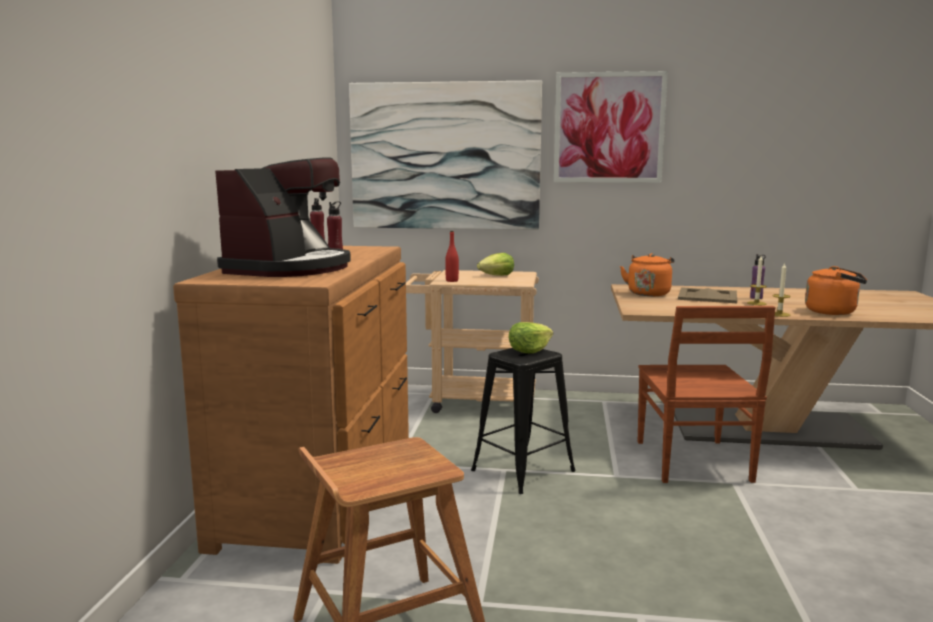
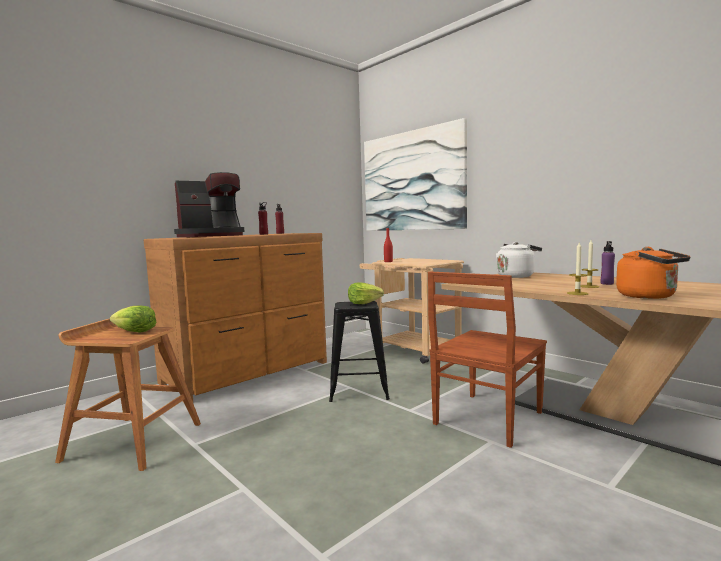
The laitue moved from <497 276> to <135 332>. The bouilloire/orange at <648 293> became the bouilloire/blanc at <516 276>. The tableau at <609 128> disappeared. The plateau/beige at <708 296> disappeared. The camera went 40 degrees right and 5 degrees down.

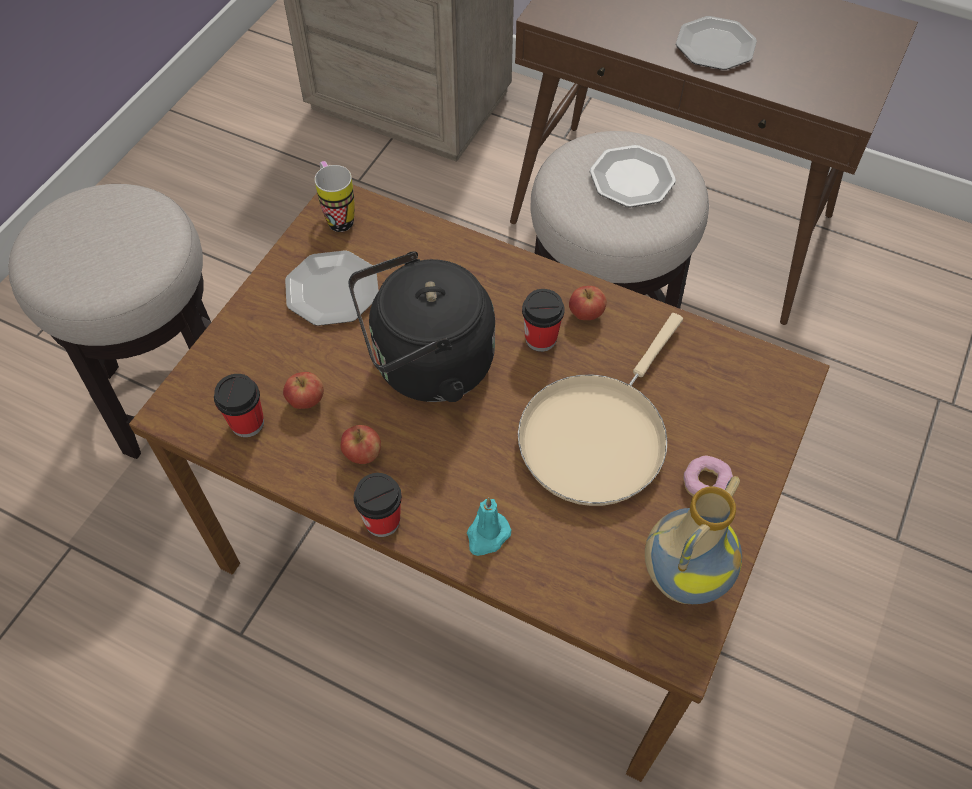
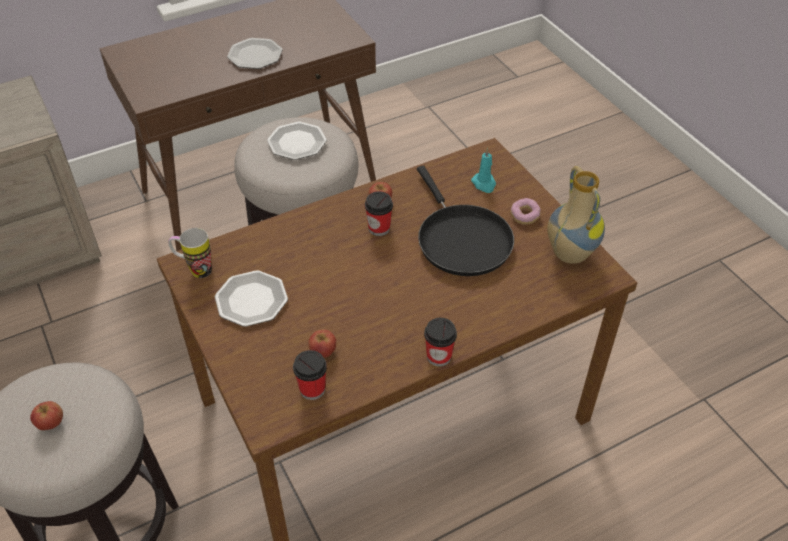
The pomme moved from <363 454> to <51 423>. The poêle/beige at <597 435> became the poêle/noir at <461 240>. The bougie/turquoise moved from <487 535> to <484 184>. The bouilloire/noir at <426 365> disappeared. The camera went 55 degrees left and 10 degrees down.

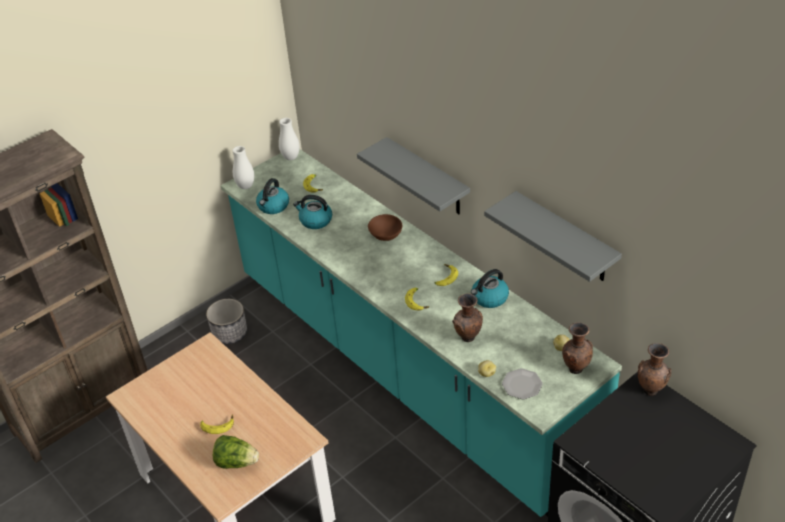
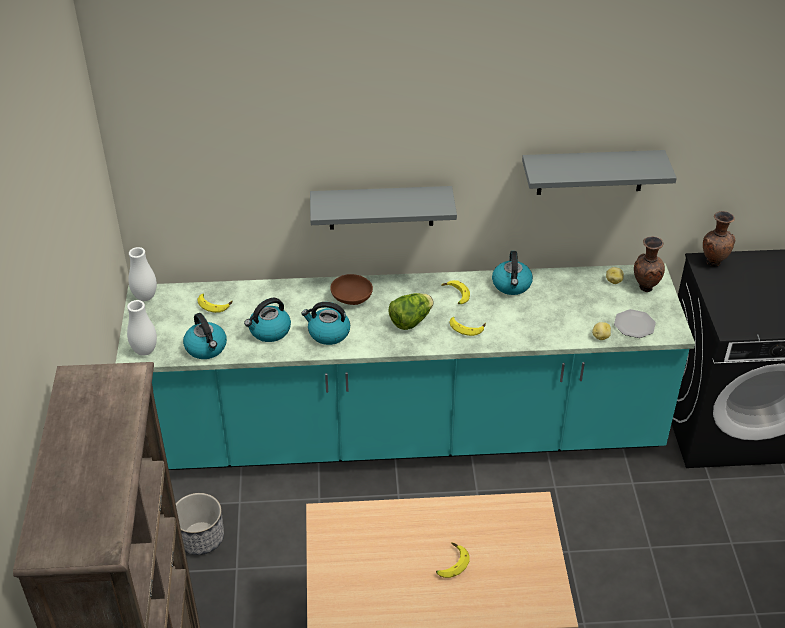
The bouilloire at <328 333> appeared. The laitue moved from <237 462> to <410 321>. The vase/marron at <468 338> disappeared. The camera went 55 degrees left and 0 degrees up.

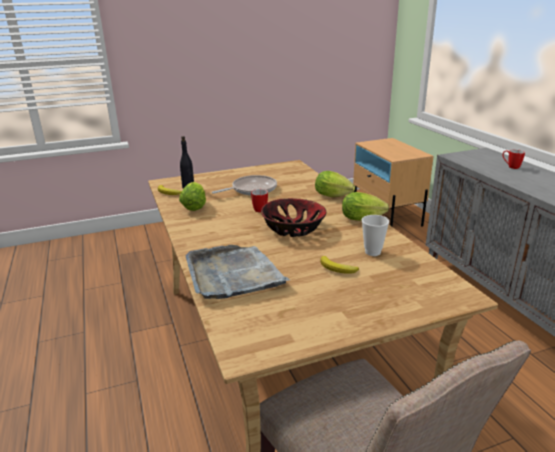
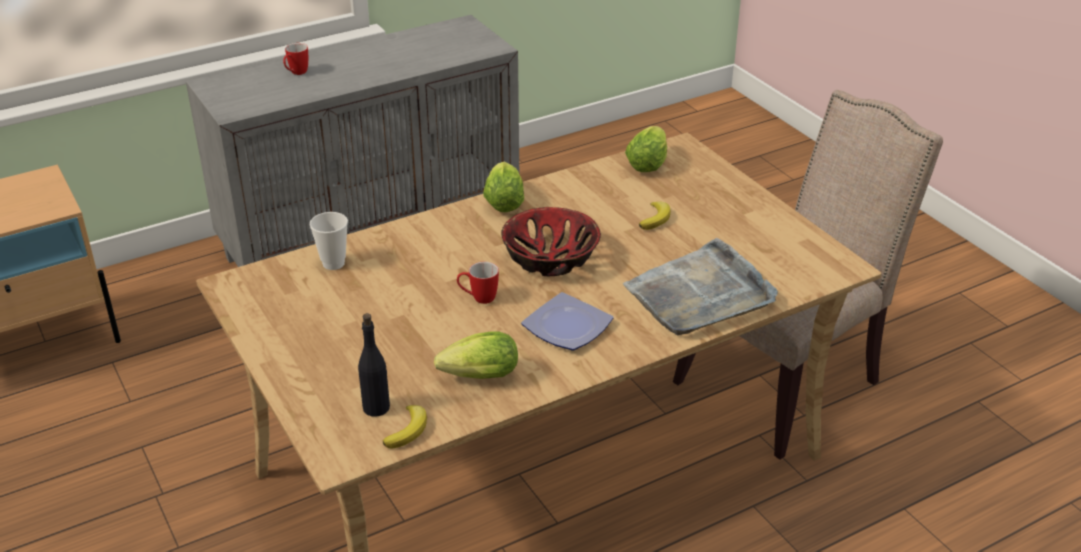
The tasse moved from <372 252> to <333 263>. The assiette at <567 328> appeared. The laitue moved from <335 196> to <648 163>. The poêle at <251 189> disappeared. The camera went 100 degrees left and 10 degrees up.

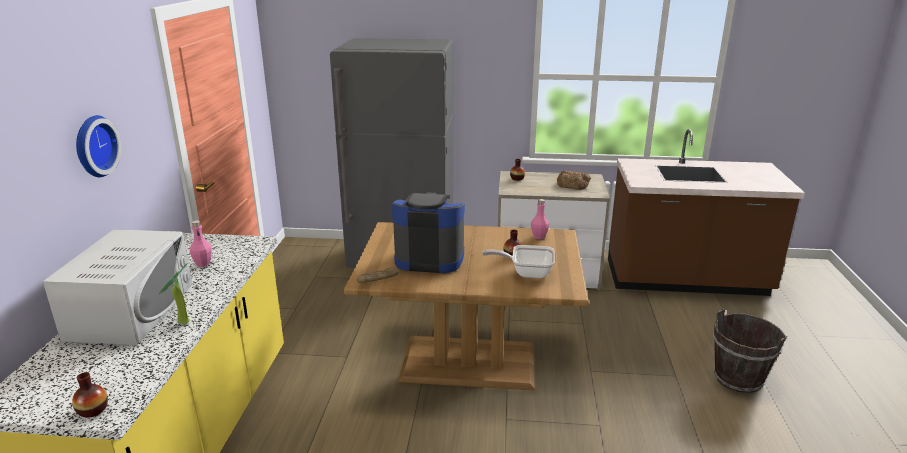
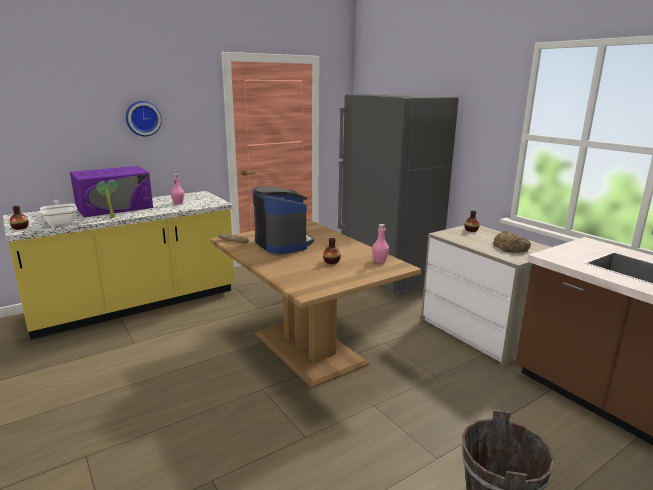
The poêle moved from <526 272> to <61 222>. The micro-ondes/blanc at <131 310> became the micro-ondes/violet at <115 207>. The camera went 50 degrees right and 5 degrees down.

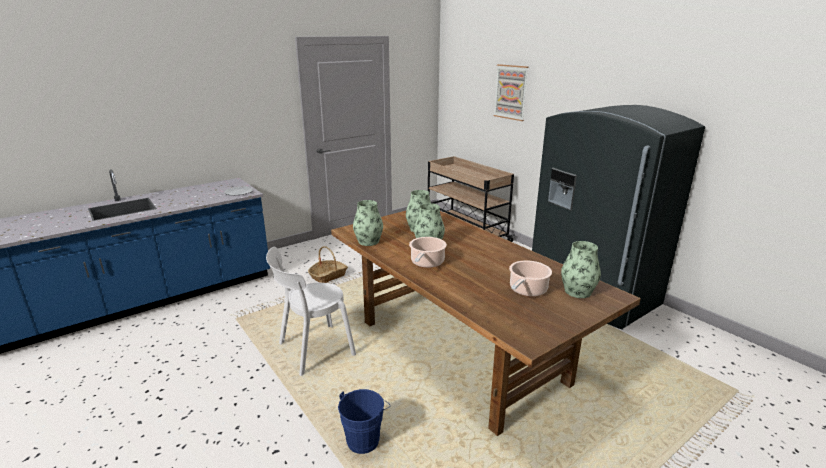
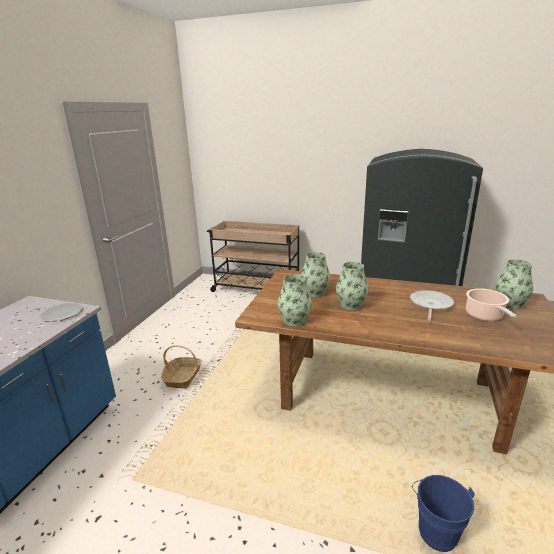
The poêle at <430 305> appeared. The chaise/blanc at <313 350> disappeared. The marmite at <426 263> disappeared. The tableau at <511 92> disappeared. The camera went 35 degrees left and 0 degrees up.

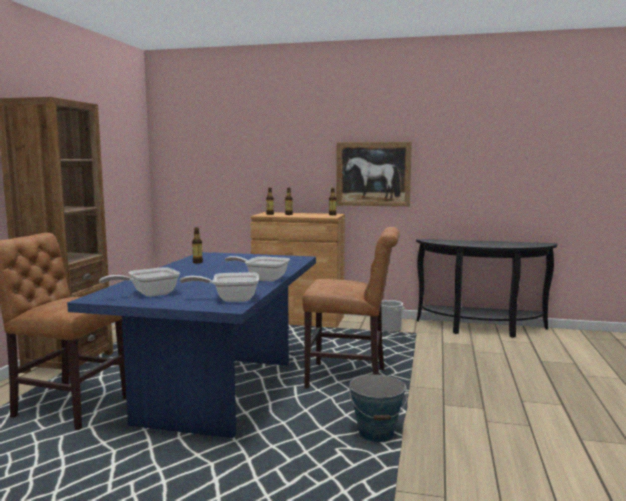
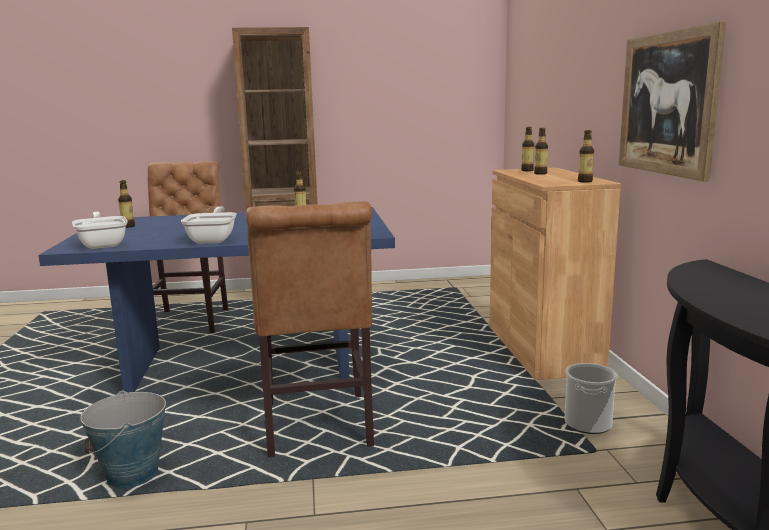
The poêle at <149 294> was replaced by the bouteille at <128 226>. The camera went 70 degrees right and 5 degrees up.

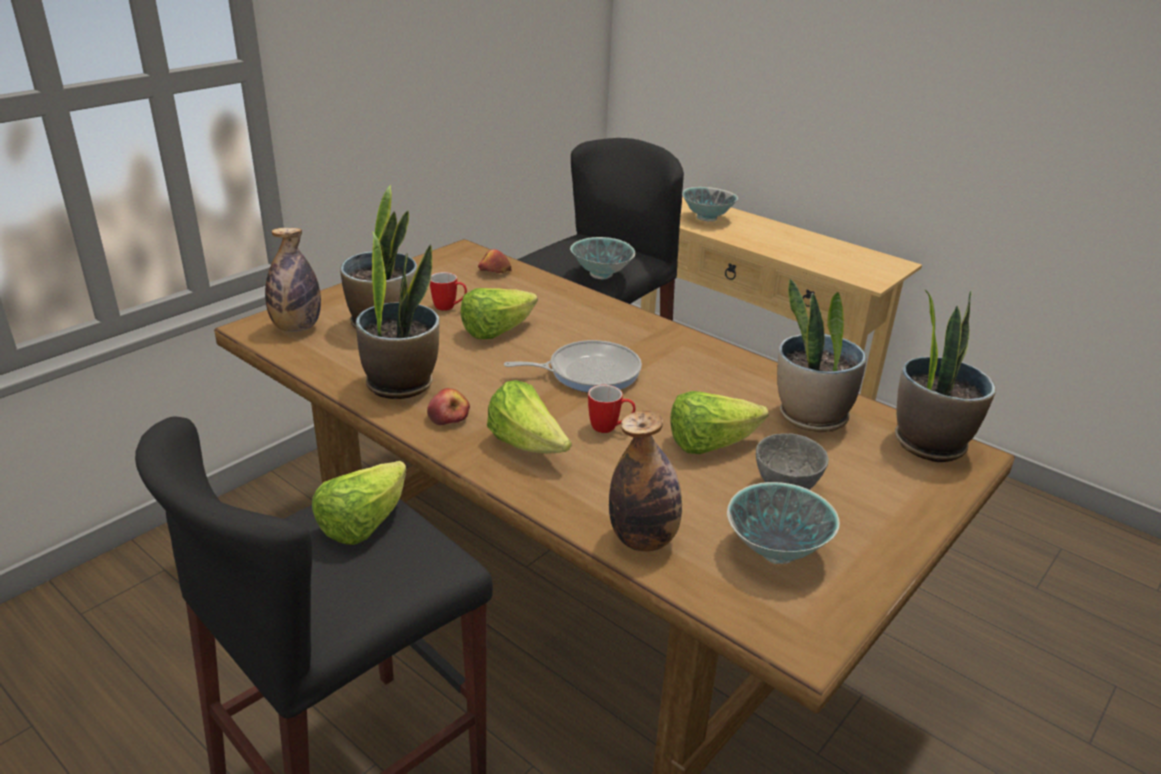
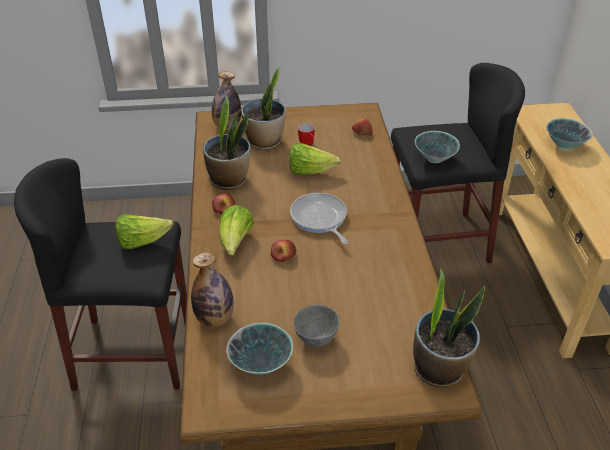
The mug at <610 428> was replaced by the pomme at <283 255>. The poêle at <588 372> turned 150 degrees counterclockwise. The laitue at <710 444> disappeared. The plante en pot at <810 417> disappeared. The camera went 45 degrees right and 10 degrees up.

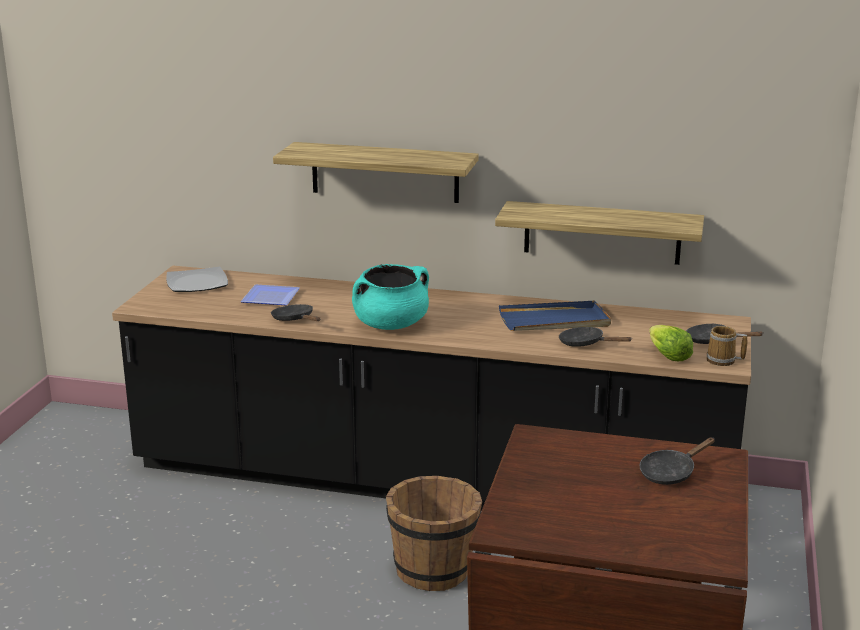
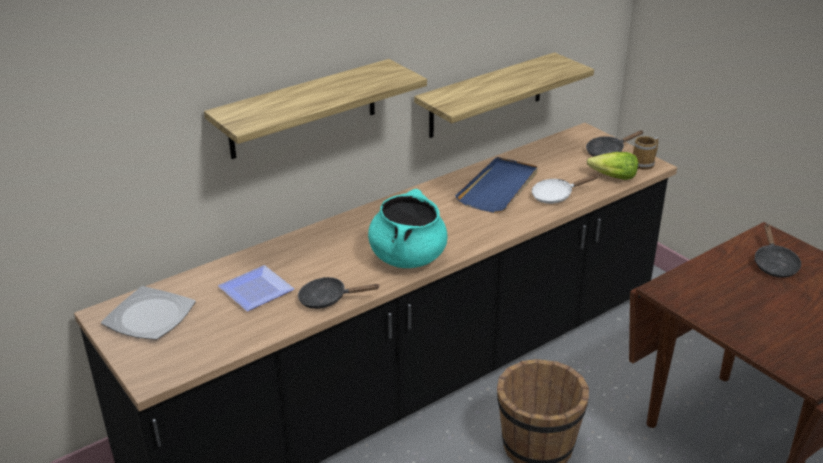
The poêle/noir at <585 344> became the poêle/blanc at <556 196>. The camera went 50 degrees left and 10 degrees up.

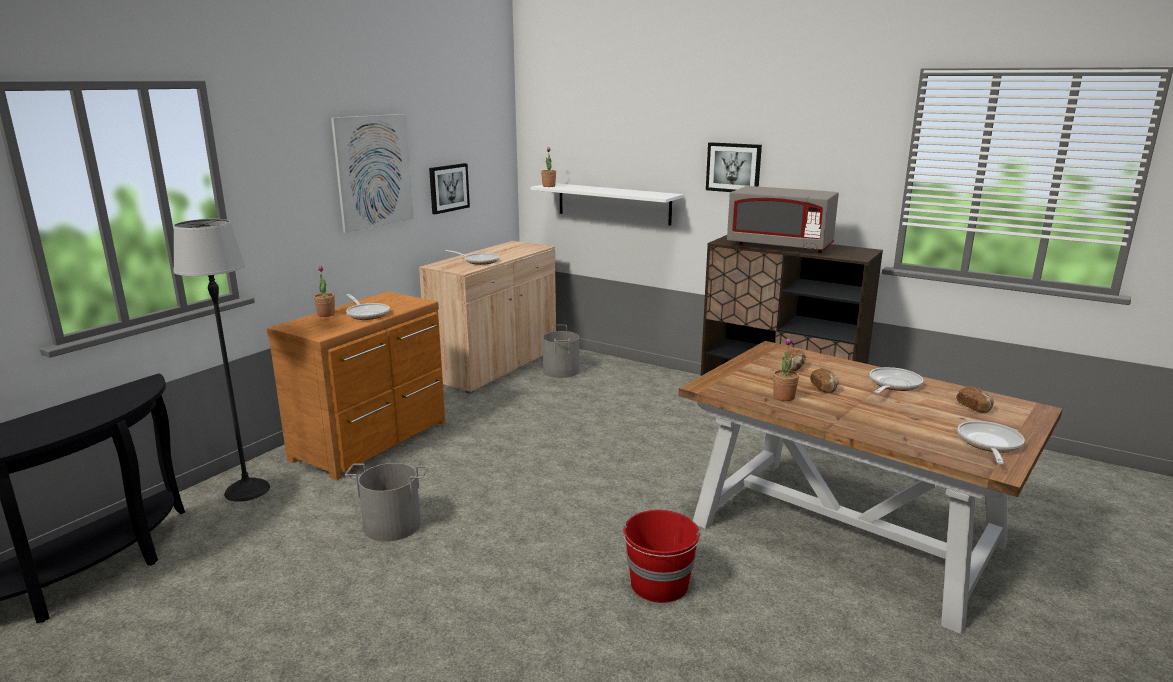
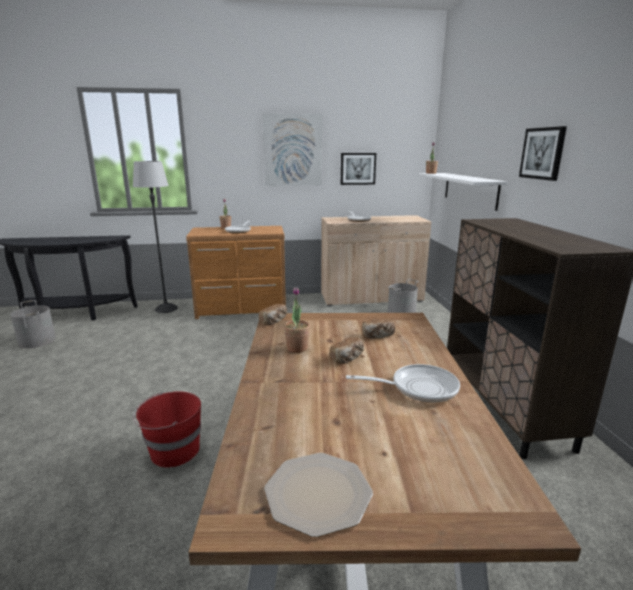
The seau/gris moved from <392 525> to <37 340>. The pain moved from <974 407> to <274 321>. The poêle at <989 444> was replaced by the assiette at <317 493>. The micro-ondes/gris at <780 246> disappeared. The camera went 50 degrees right and 0 degrees up.

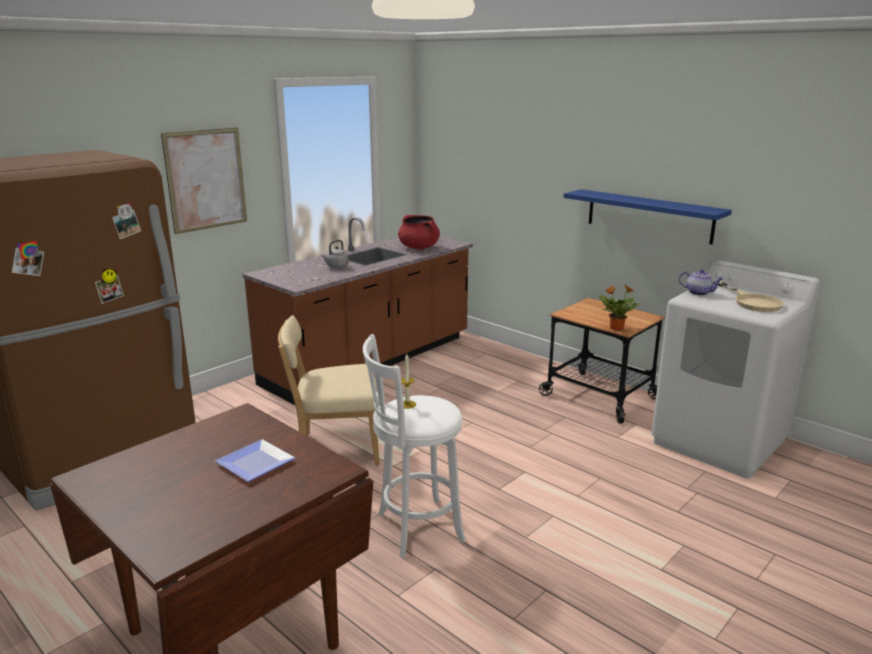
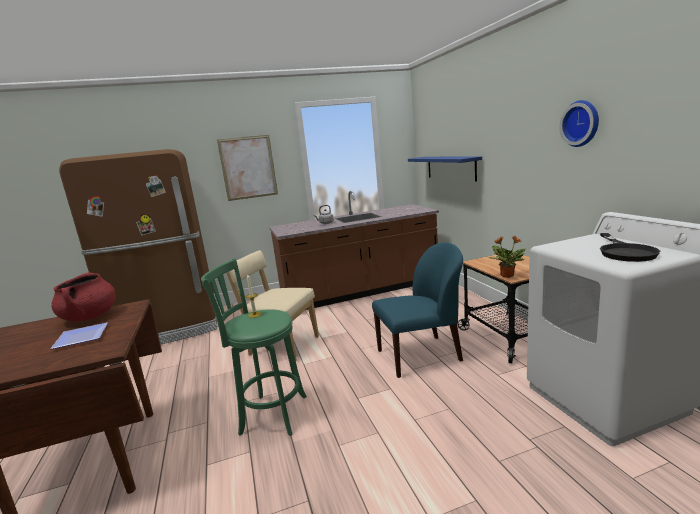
The marmite/rouge moved from <419 248> to <89 317>. The tabouret/blanc at <415 528> became the tabouret/vert at <270 414>. The chaise/bleu at <420 355> appeared. The étagère/bleu moved from <649 216> to <450 167>. The horloge murale at <582 123> appeared. The poêle/beige at <752 302> became the poêle/noir at <624 252>. The théière at <699 293> disappeared. The camera went 30 degrees right and 5 degrees down.

